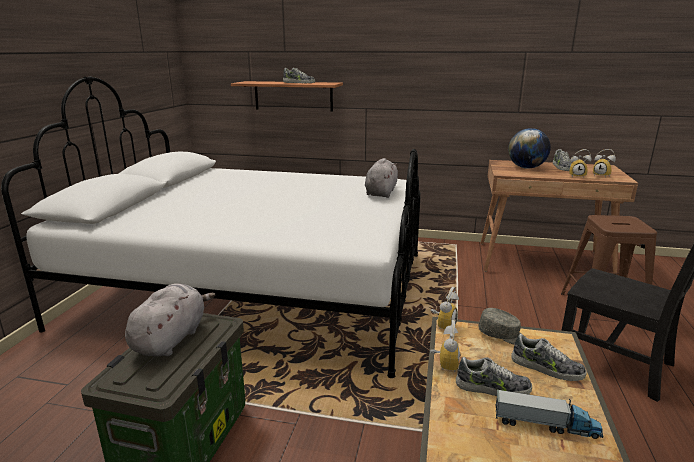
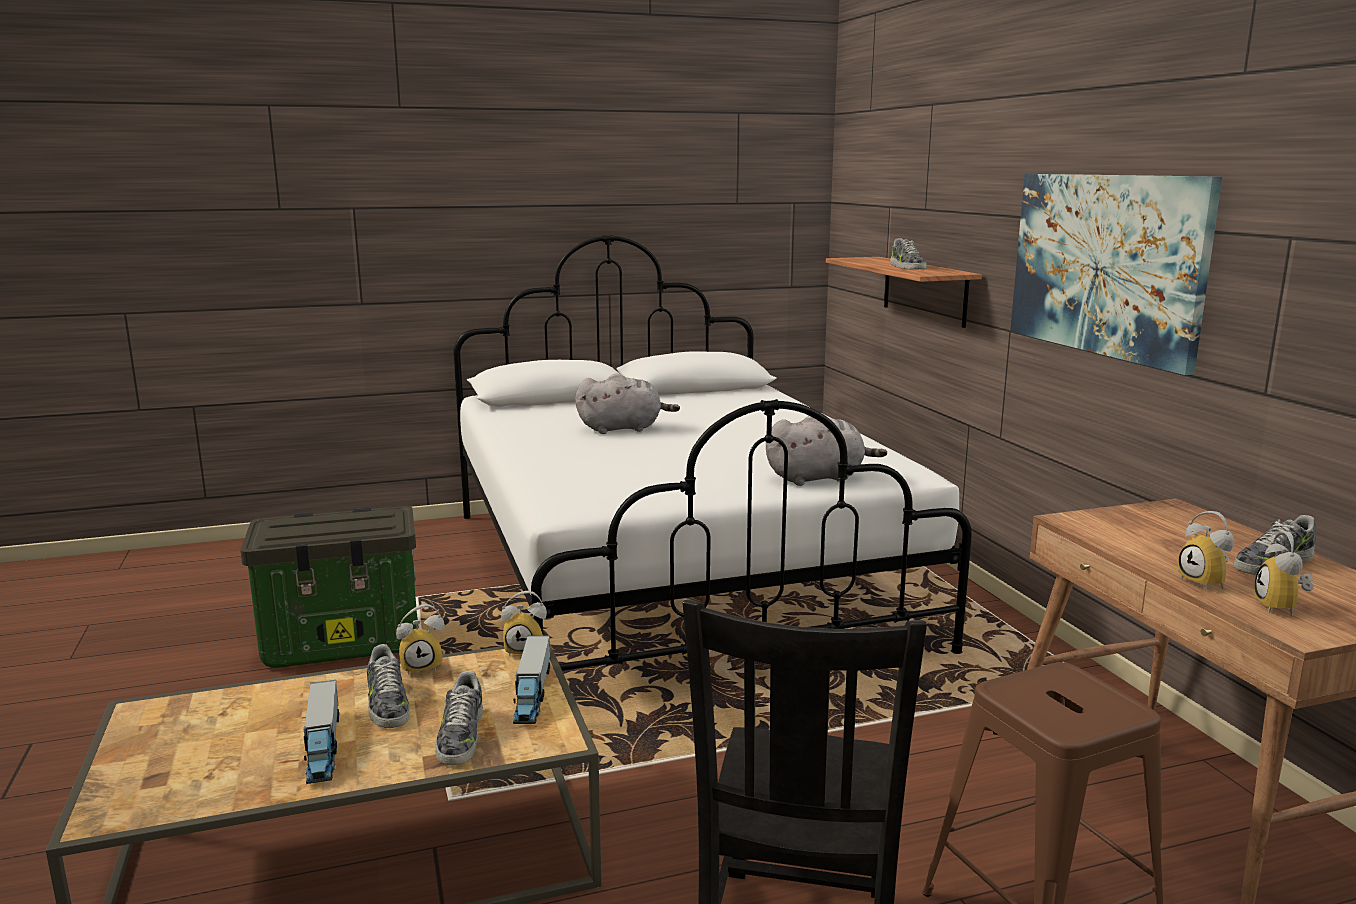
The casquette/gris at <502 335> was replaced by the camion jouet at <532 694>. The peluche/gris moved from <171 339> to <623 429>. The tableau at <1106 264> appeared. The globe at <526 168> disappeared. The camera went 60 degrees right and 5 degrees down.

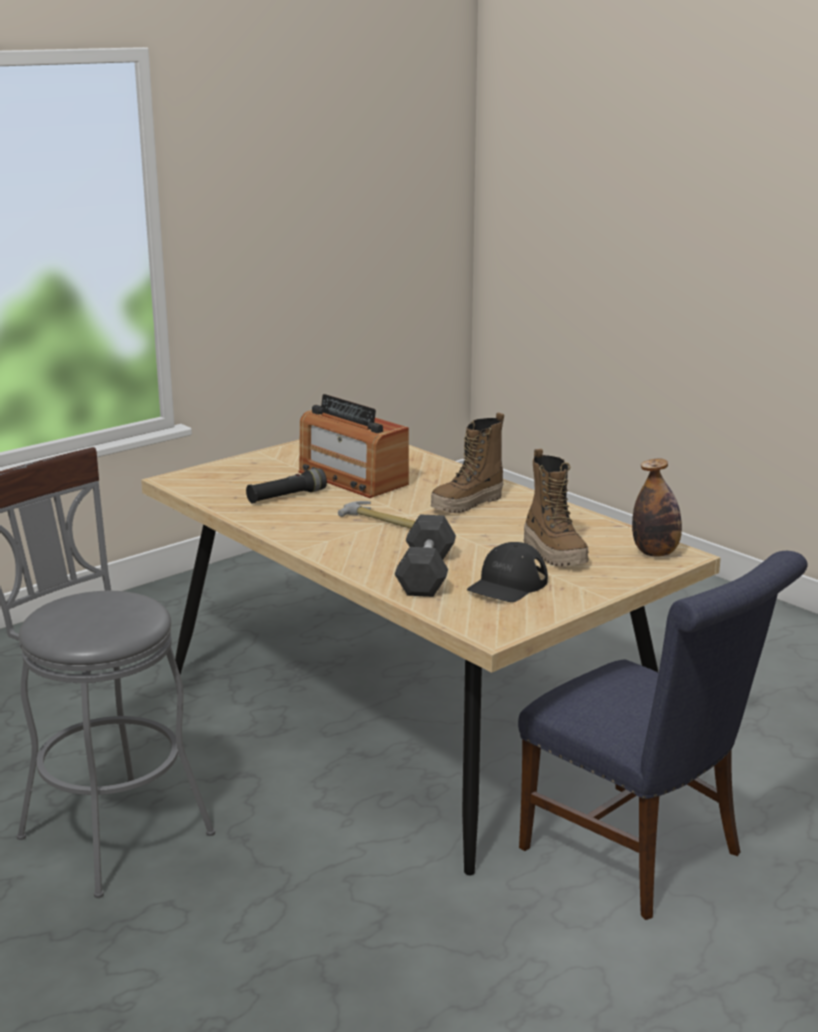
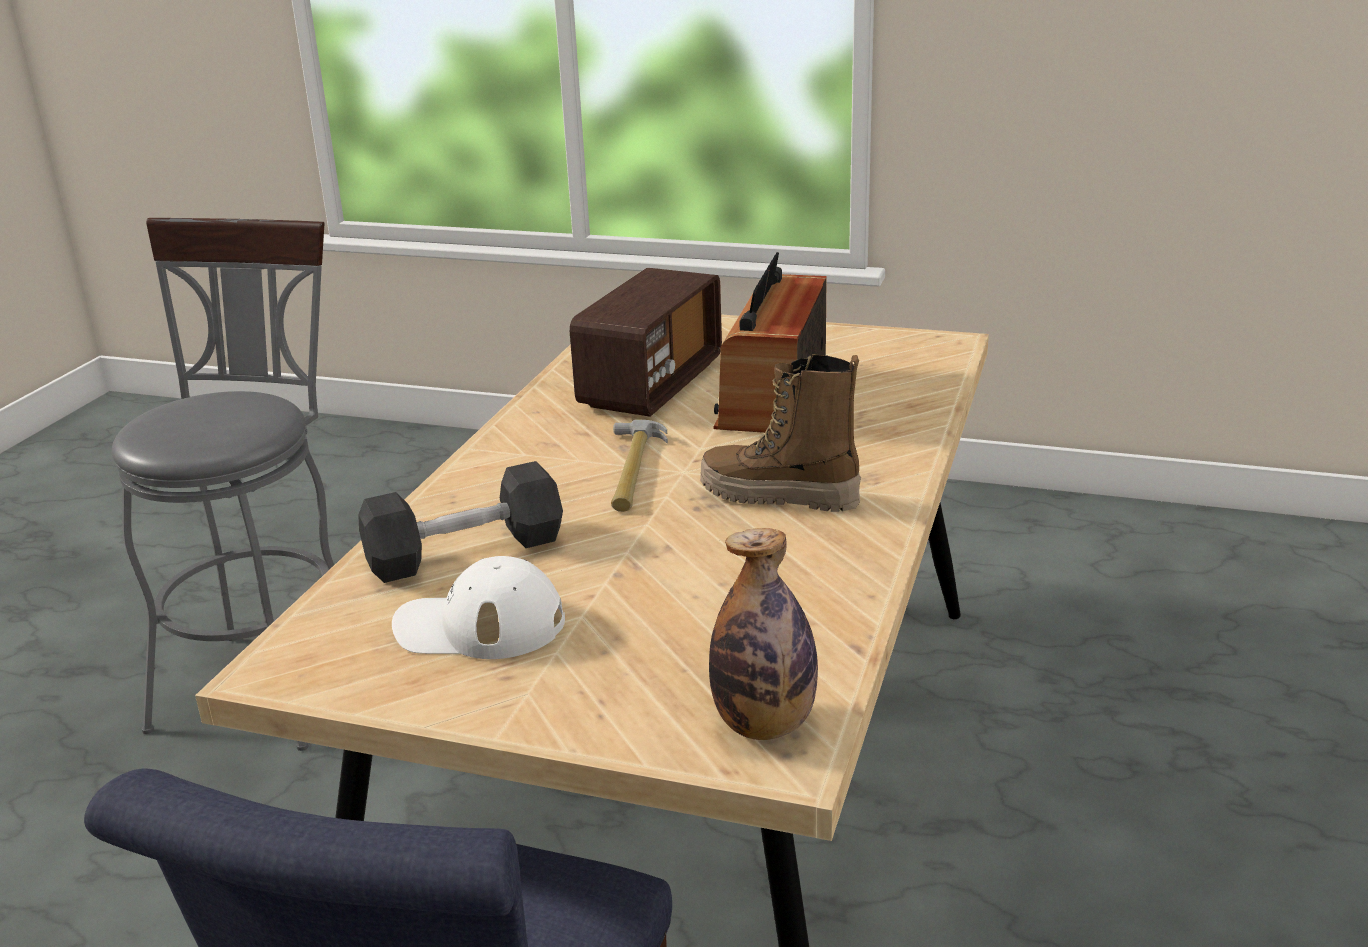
The casquette/noir at <507 584> became the casquette/blanc at <479 625>. The lampe de poche/noir at <287 496> was replaced by the radio at <651 385>. The botte at <555 553> disappeared. The camera went 60 degrees right and 5 degrees up.

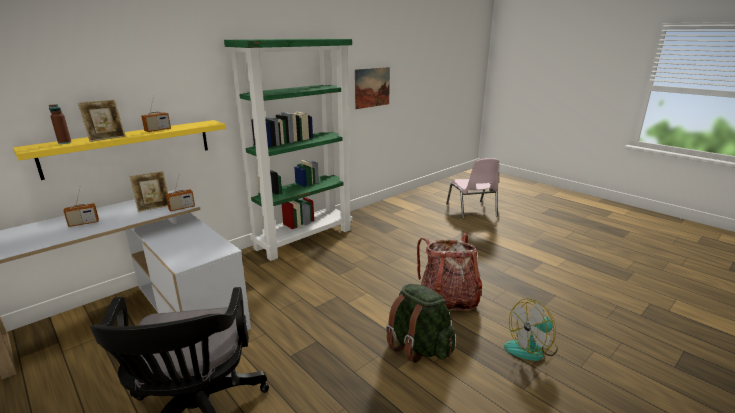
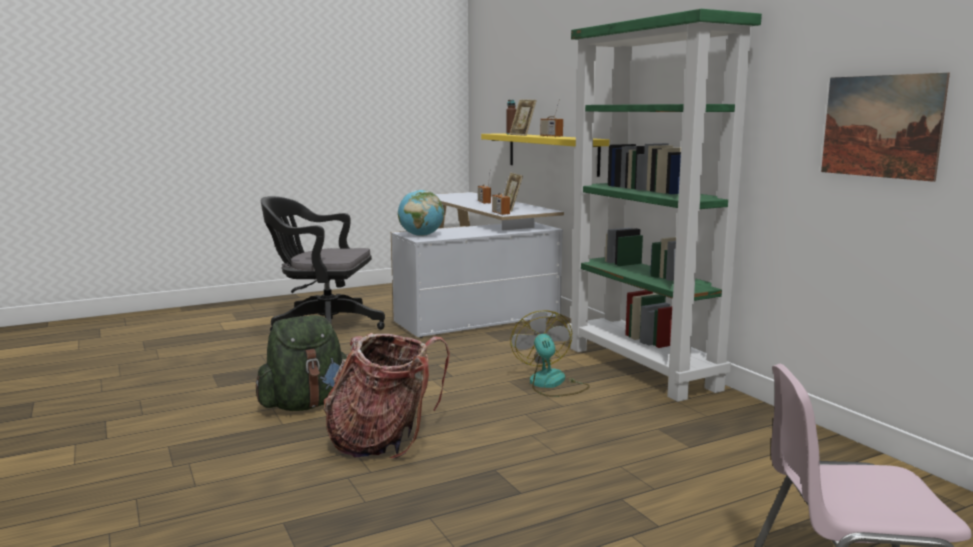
The globe at <421 236> appeared. The ventilateur moved from <531 348> to <551 384>. The camera went 105 degrees right and 10 degrees down.

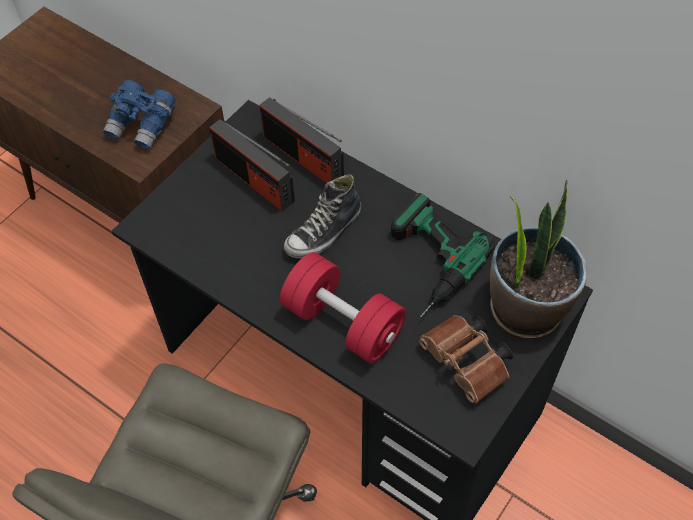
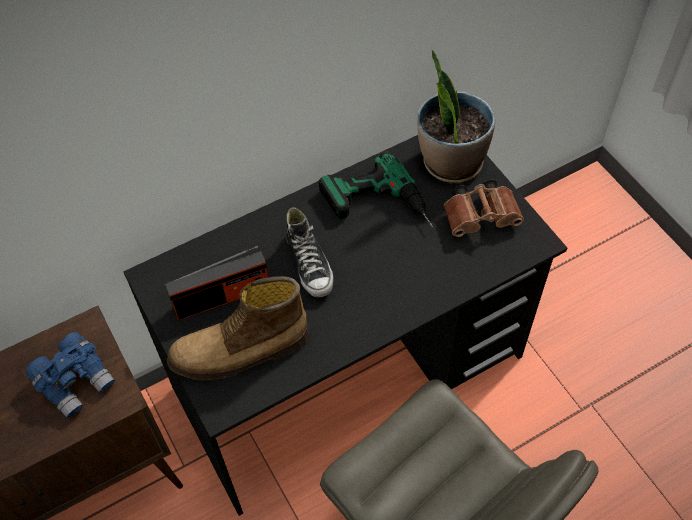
The botte at <240 352> appeared. The radio at <303 157> disappeared. The haltère/rouge at <343 322> disappeared. The camera went 65 degrees left and 0 degrees up.

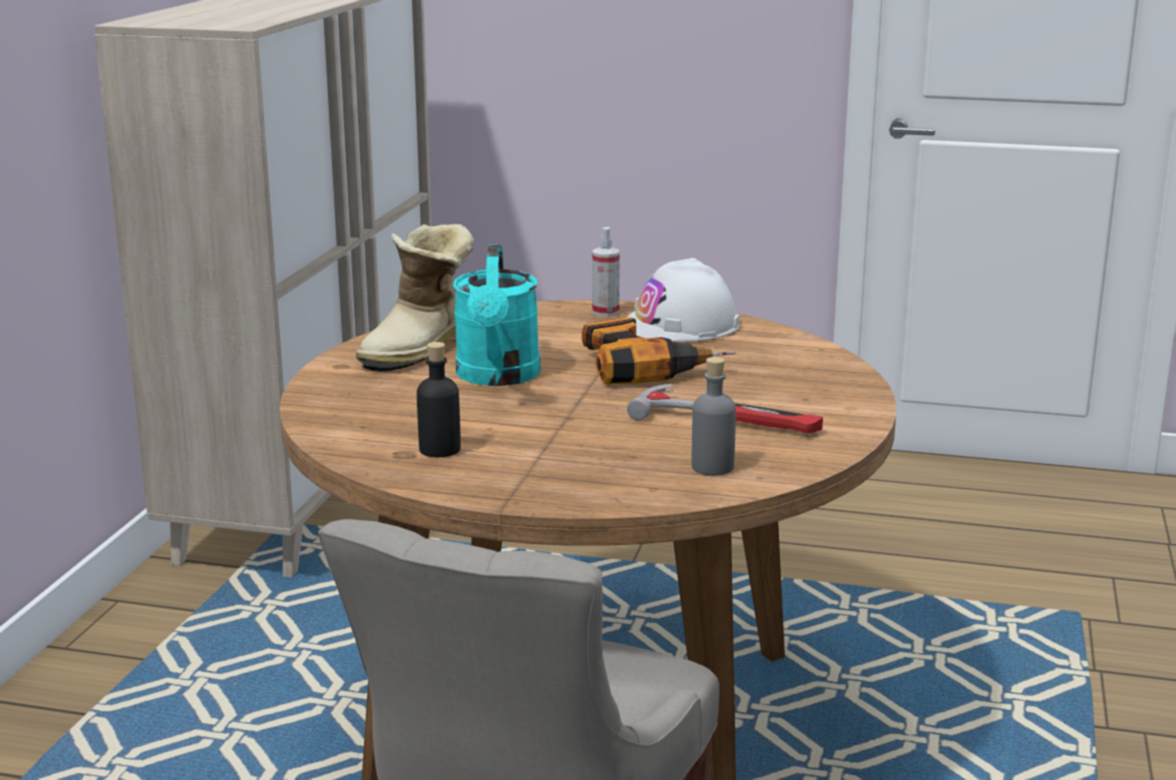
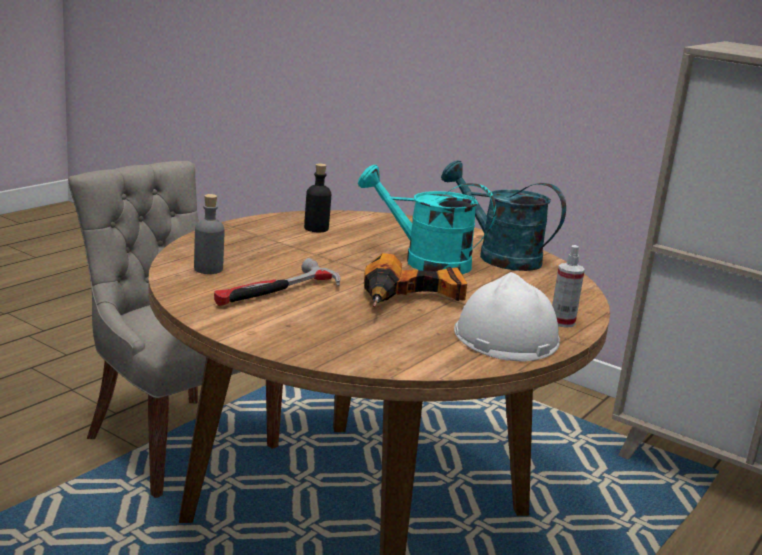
The botte at <421 350> was replaced by the arrosoir/turquoise at <498 256>. The camera went 110 degrees right and 0 degrees up.

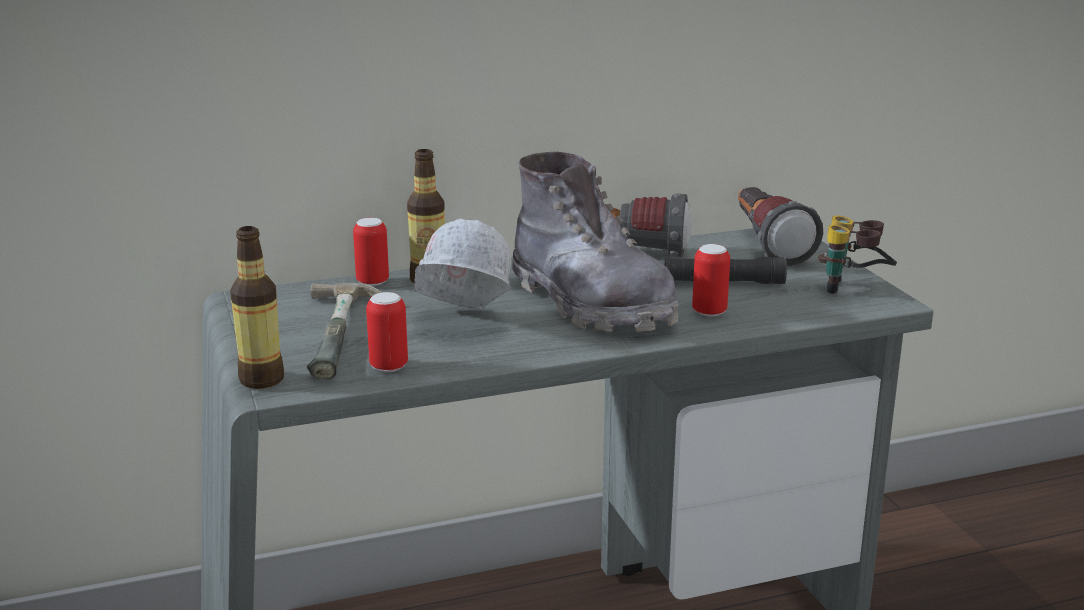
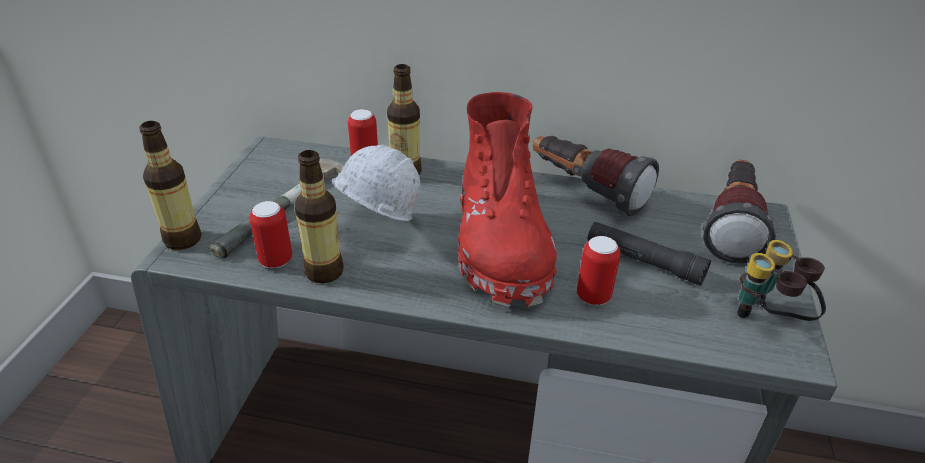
The bouteille at <324 271> appeared. The botte/gris at <590 303> became the botte/rouge at <500 245>. The camera went 30 degrees right and 15 degrees up.

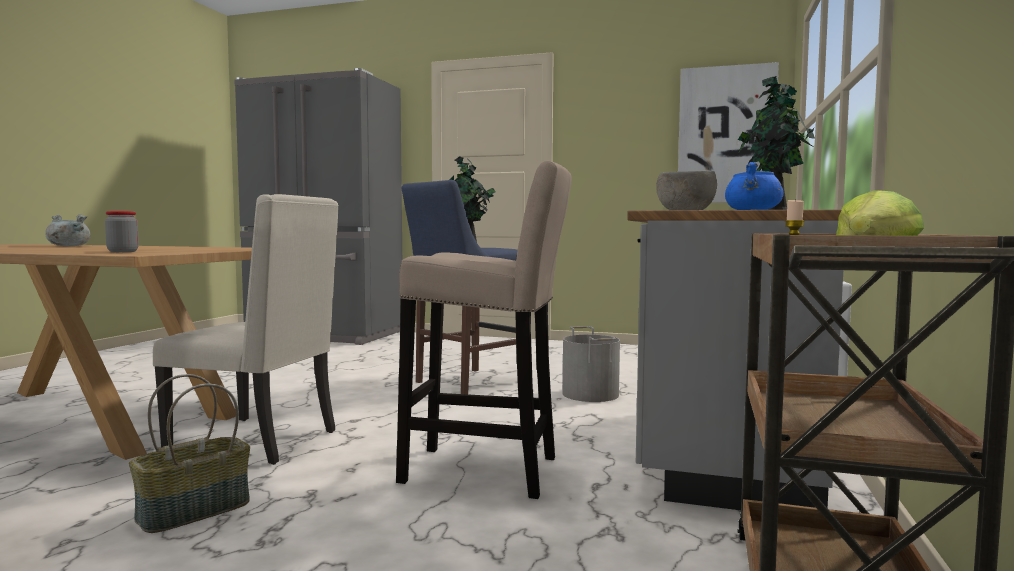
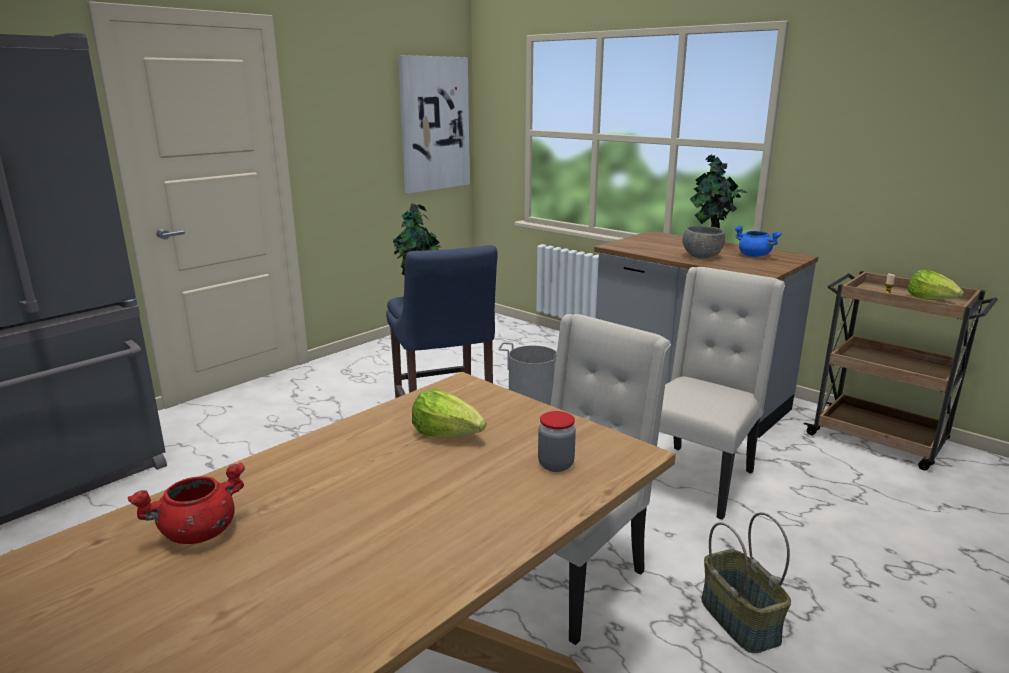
The marmite/gris at <68 246> became the marmite/rouge at <198 533>. The laitue at <447 434> appeared. The tabouret/beige at <489 472> was replaced by the chaise/beige at <695 478>. The camera went 65 degrees left and 15 degrees up.

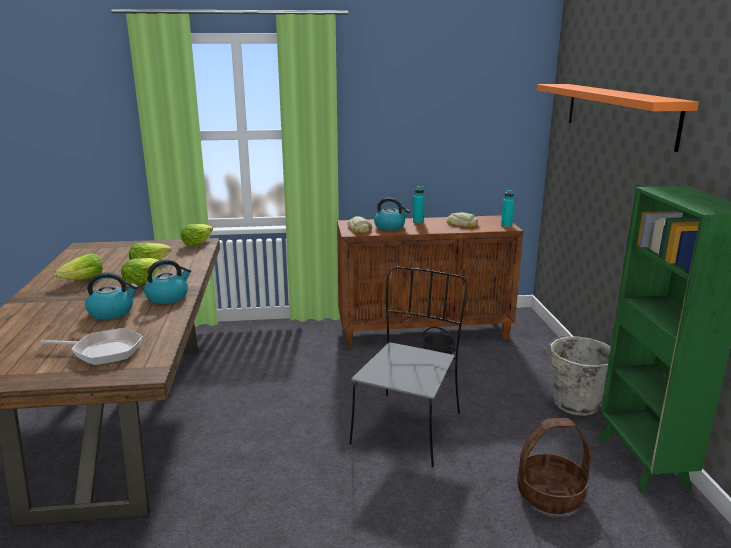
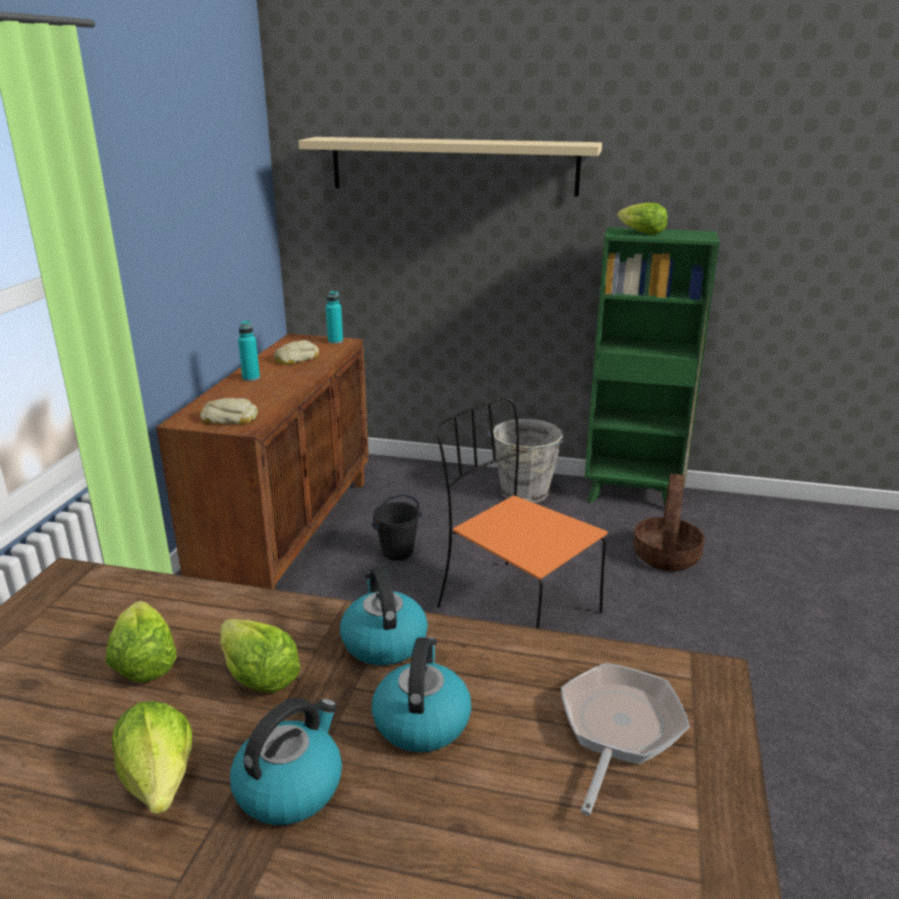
The bouilloire moved from <390 227> to <290 786>. The étagère/orange at <618 113> became the étagère/beige at <453 166>. The chaise/gris at <408 426> became the chaise/orange at <515 609>. The laitue moved from <197 243> to <641 233>. The camera went 70 degrees left and 5 degrees up.

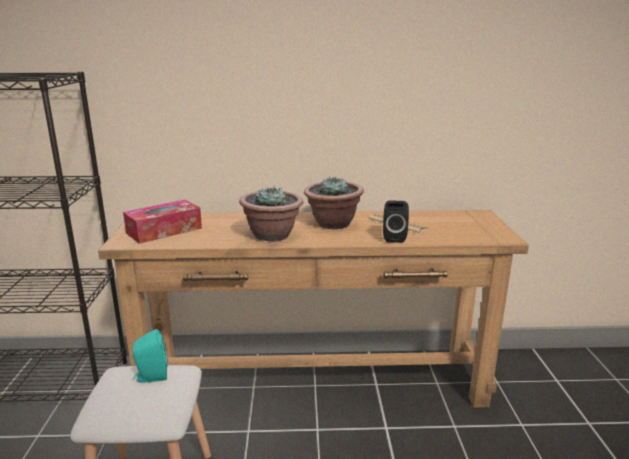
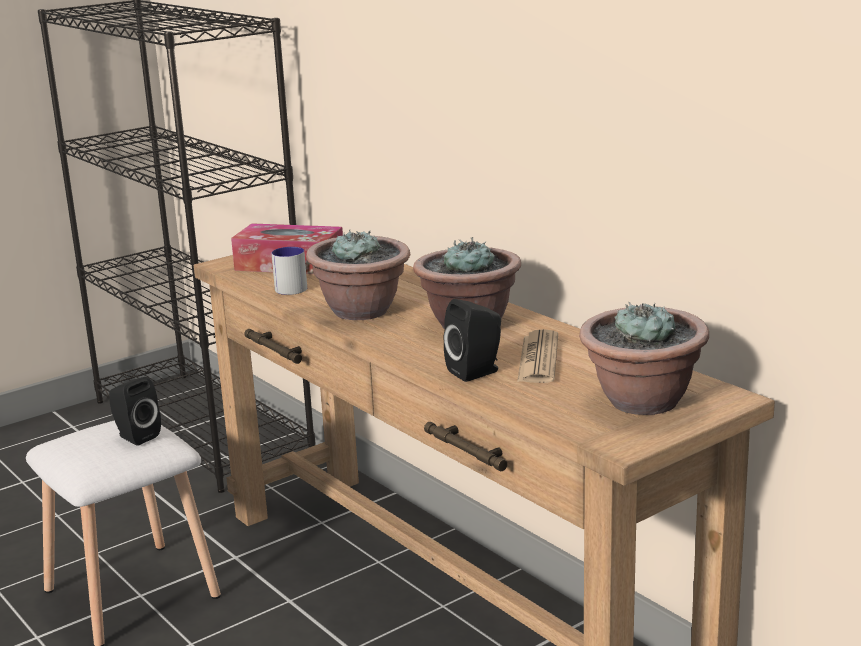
The enceinte/turquoise at <151 377> became the enceinte/noir at <135 436>. The mug at <291 287> appeared. The plante en pot at <642 402> appeared. The camera went 55 degrees right and 0 degrees up.

